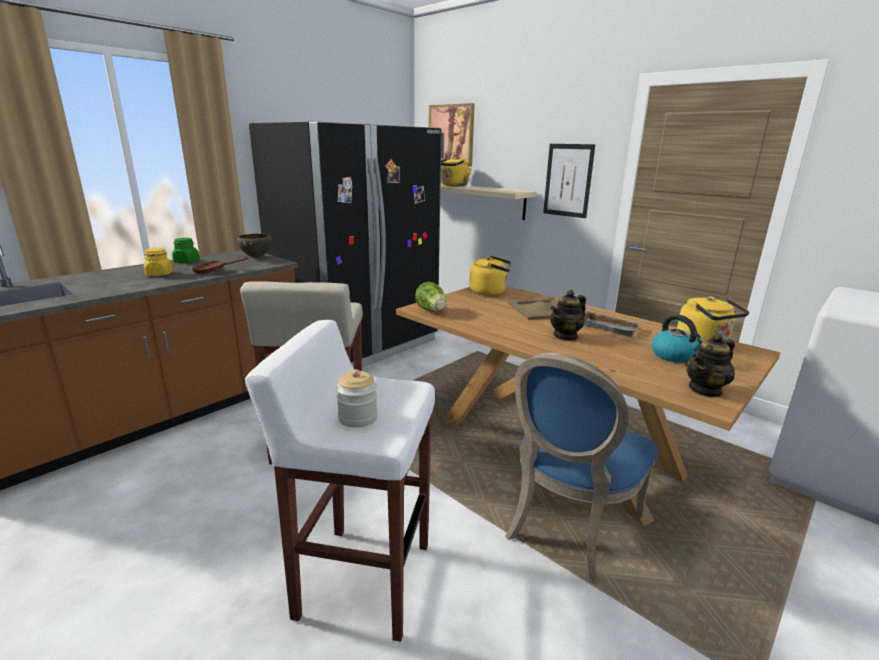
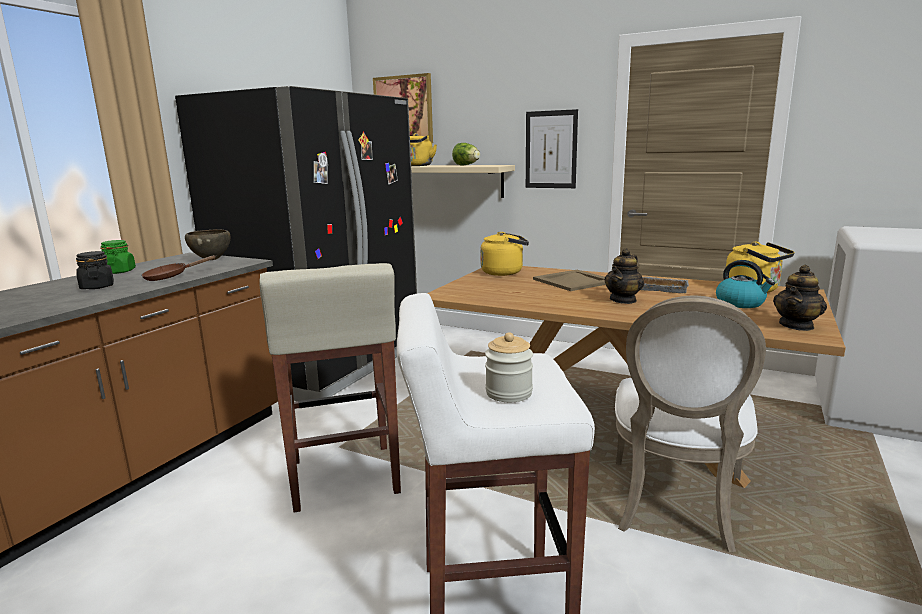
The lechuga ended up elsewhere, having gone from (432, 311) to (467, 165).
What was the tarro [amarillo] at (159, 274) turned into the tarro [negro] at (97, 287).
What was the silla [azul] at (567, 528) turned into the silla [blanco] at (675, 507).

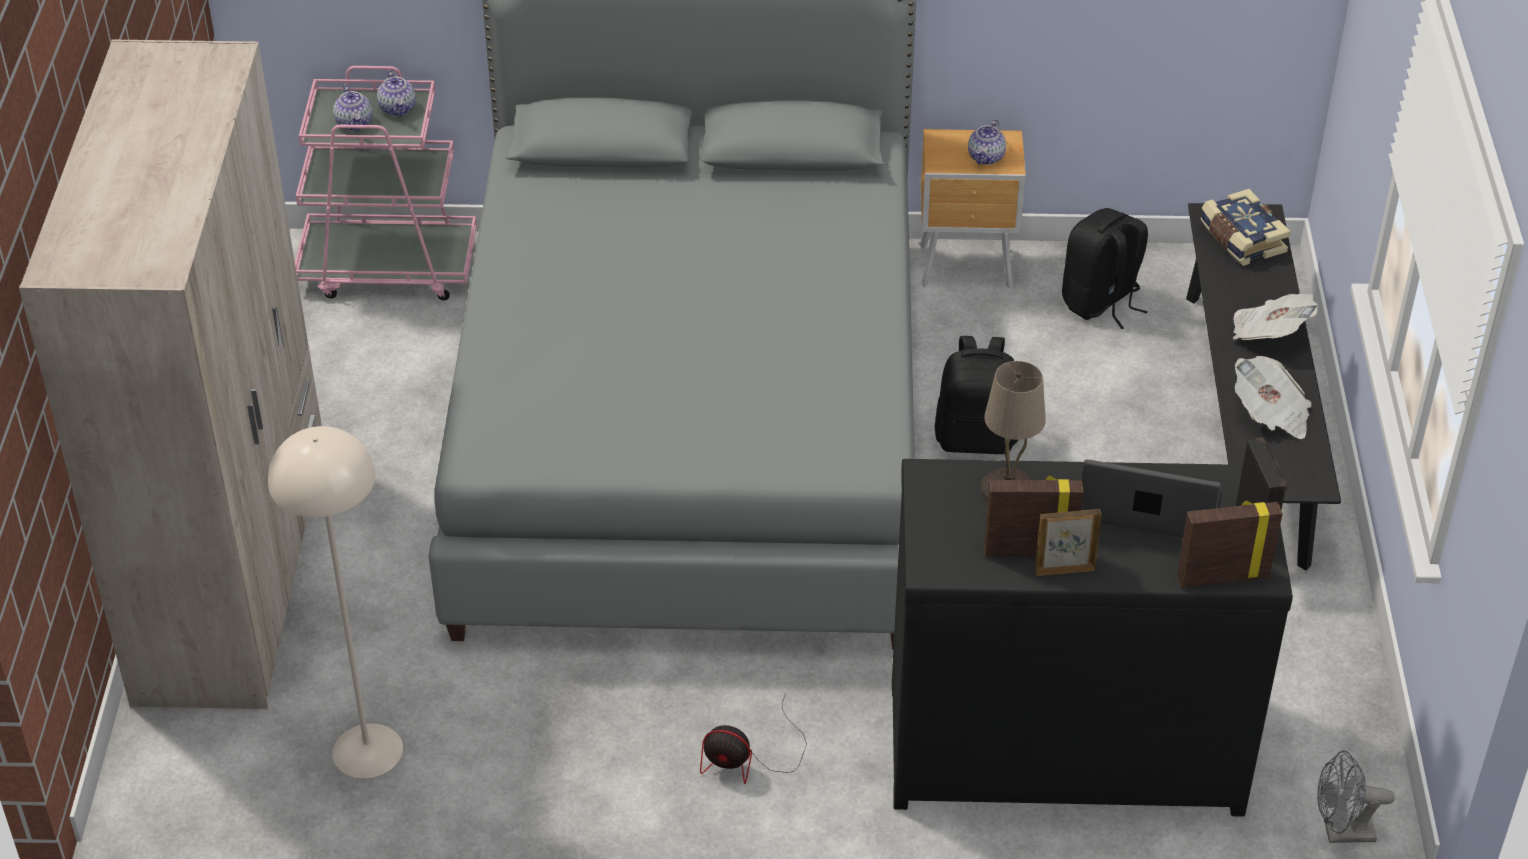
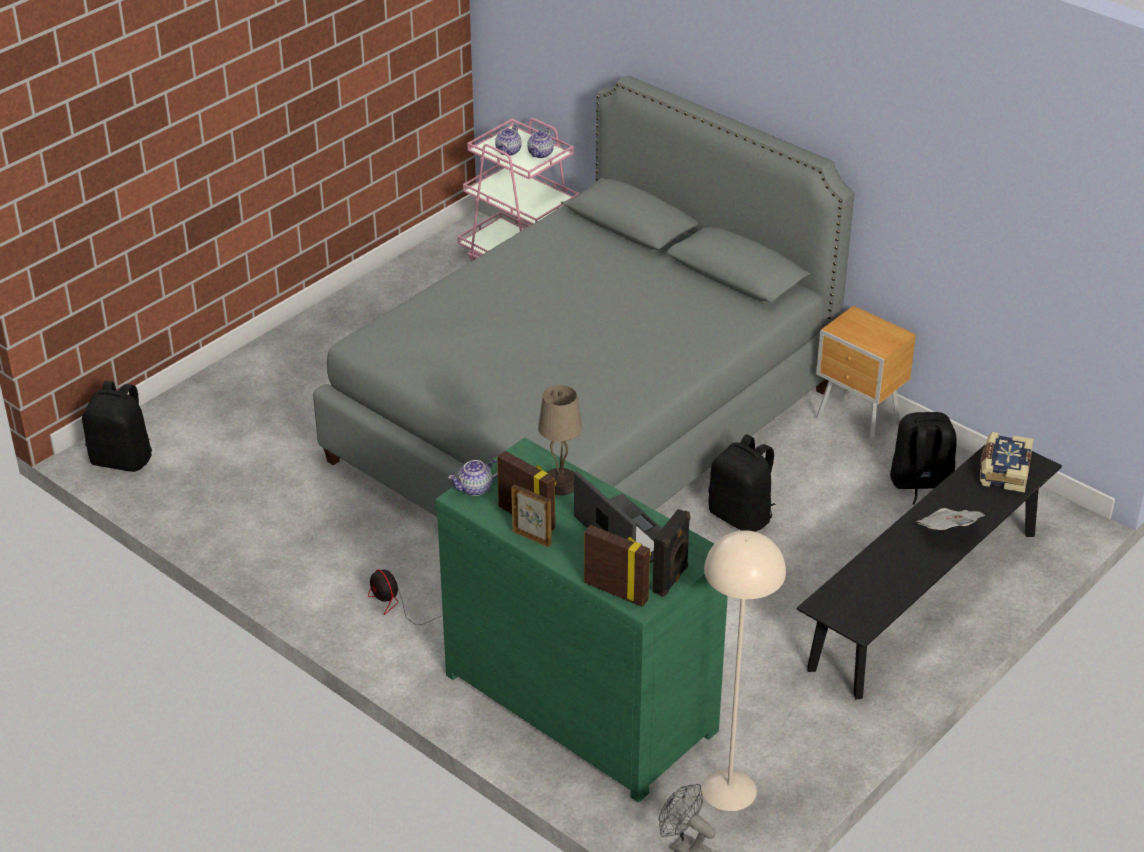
The second view lost the armario ropero [beis] at (233, 572).
The second view lost the periódico at (1270, 414).
The second view gained the mochila [negro] at (123, 459).
The lámpara de pie [beis] ended up elsewhere, having gone from (367, 750) to (729, 789).
The tetera ended up elsewhere, having gone from (986, 157) to (475, 489).
What was the cómoda [negro] at (1062, 740) turned into the cómoda [verde] at (583, 699).

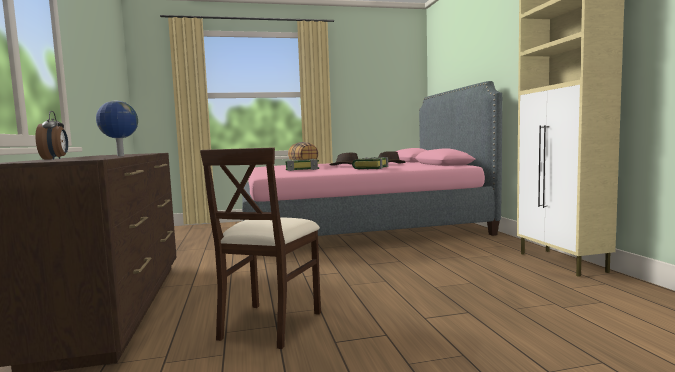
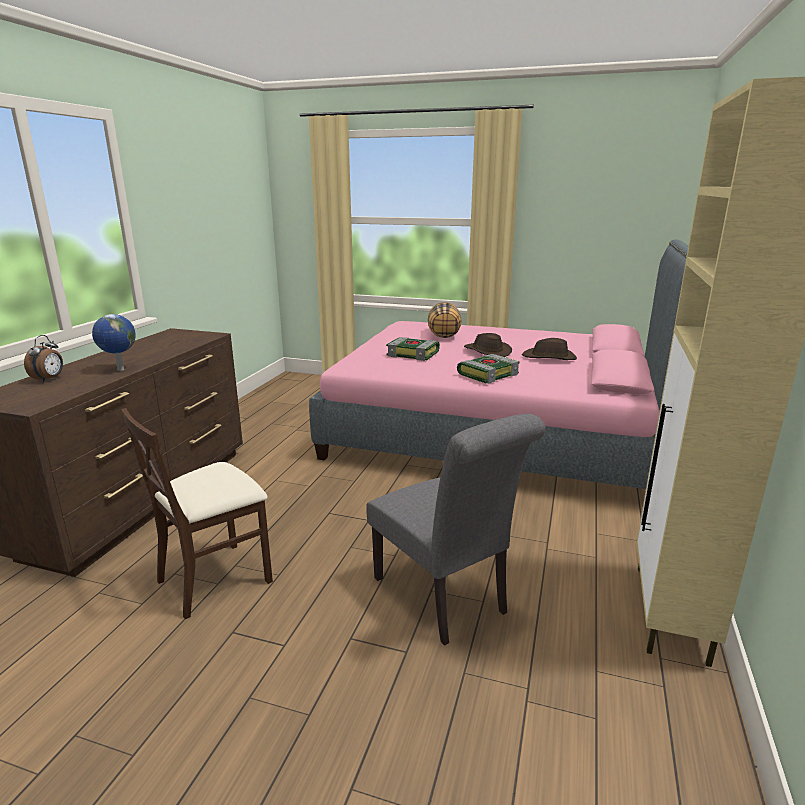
The second view gained the silla [gris] at (445, 599).

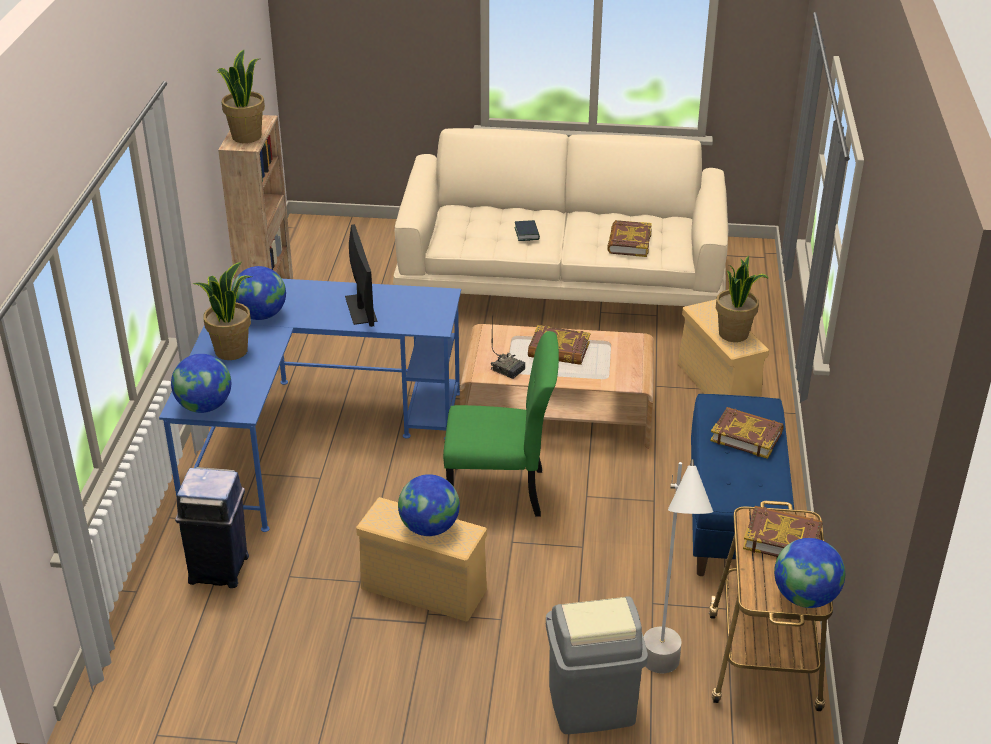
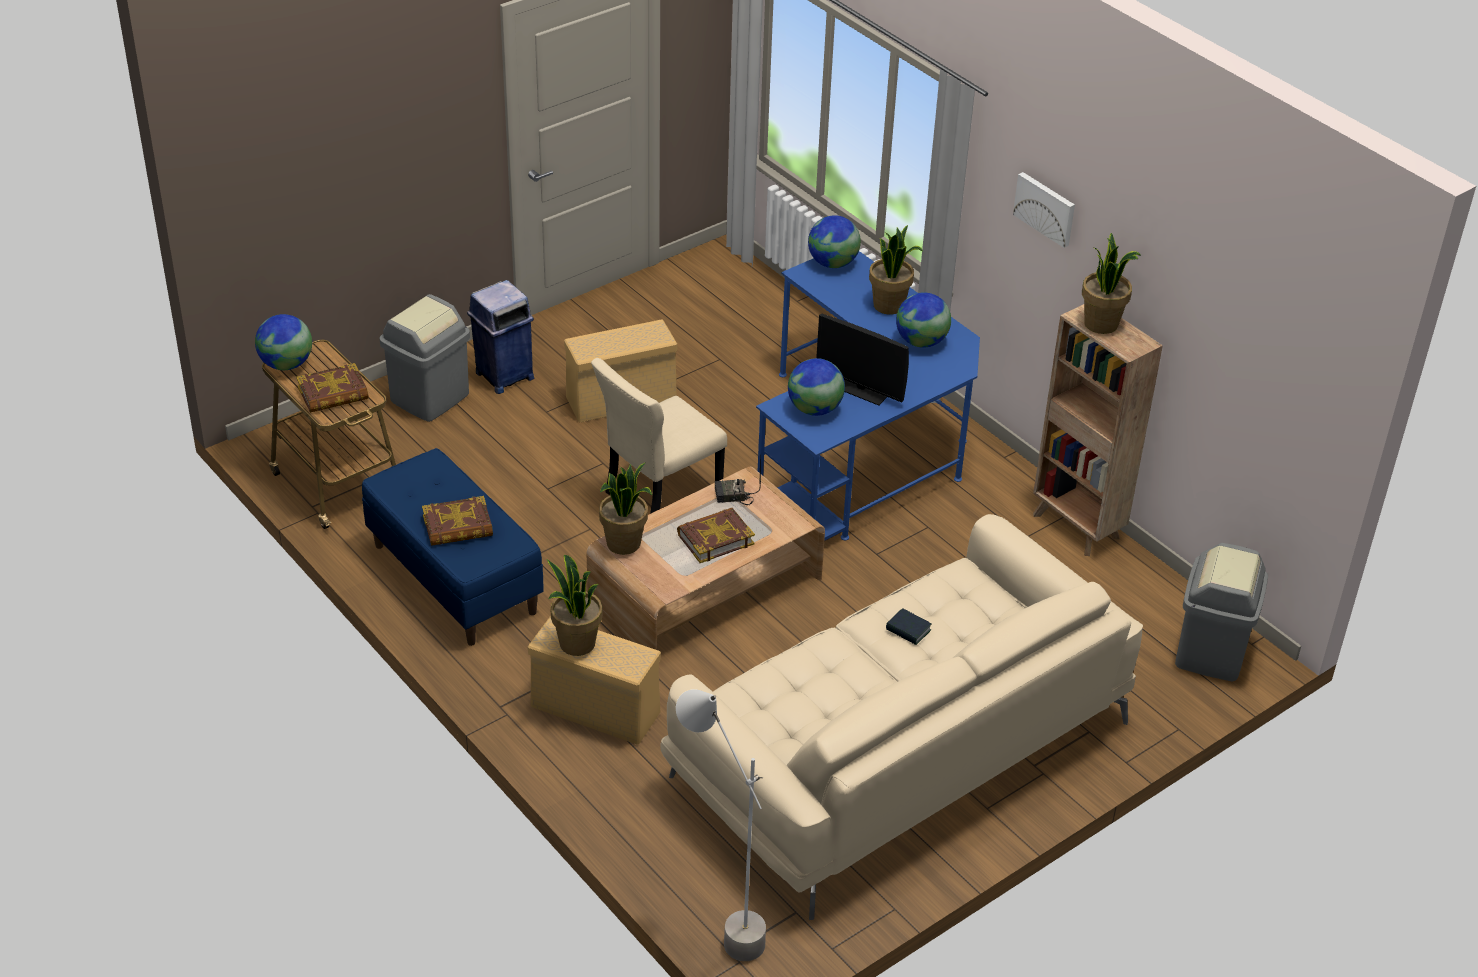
The second view lost the libro at (629, 242).
The second view gained the planta en maceta at (624, 544).
The second view gained the cuadro at (1046, 208).
The second view gained the papelera [gris] at (1211, 653).
The papelera [azul] ended up elsewhere, having gone from (220, 569) to (503, 376).
The globo terráqueo ended up elsewhere, having gone from (429, 528) to (814, 409).
The lámpara de pie [gris] ended up elsewhere, having gone from (664, 683) to (719, 924).
What was the silla [verde] at (501, 491) turned into the silla [beis] at (659, 494).

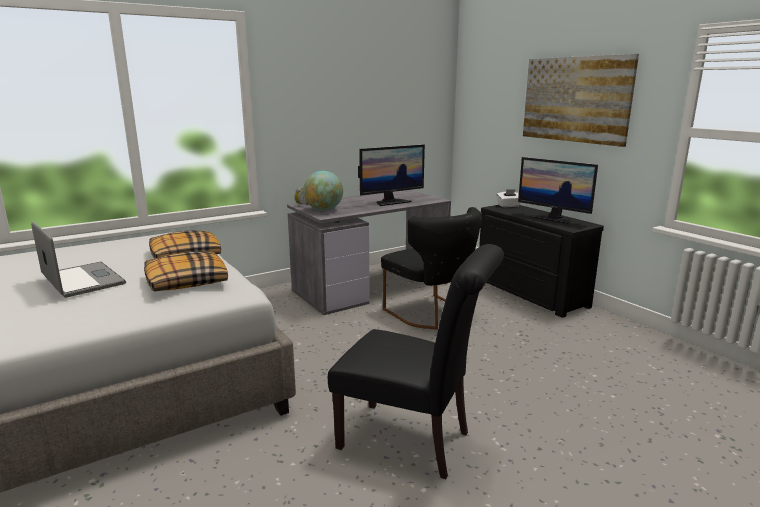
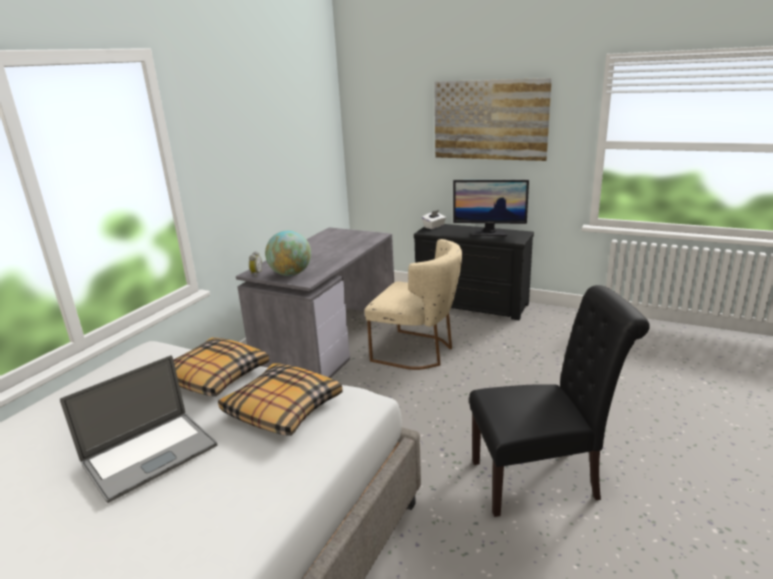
The second view lost the monitor at (391, 202).
What was the silla [negro] at (431, 314) turned into the silla [beis] at (418, 352).
The portátil at (83, 280) ended up facing another way, 120 degrees clockwise from before.

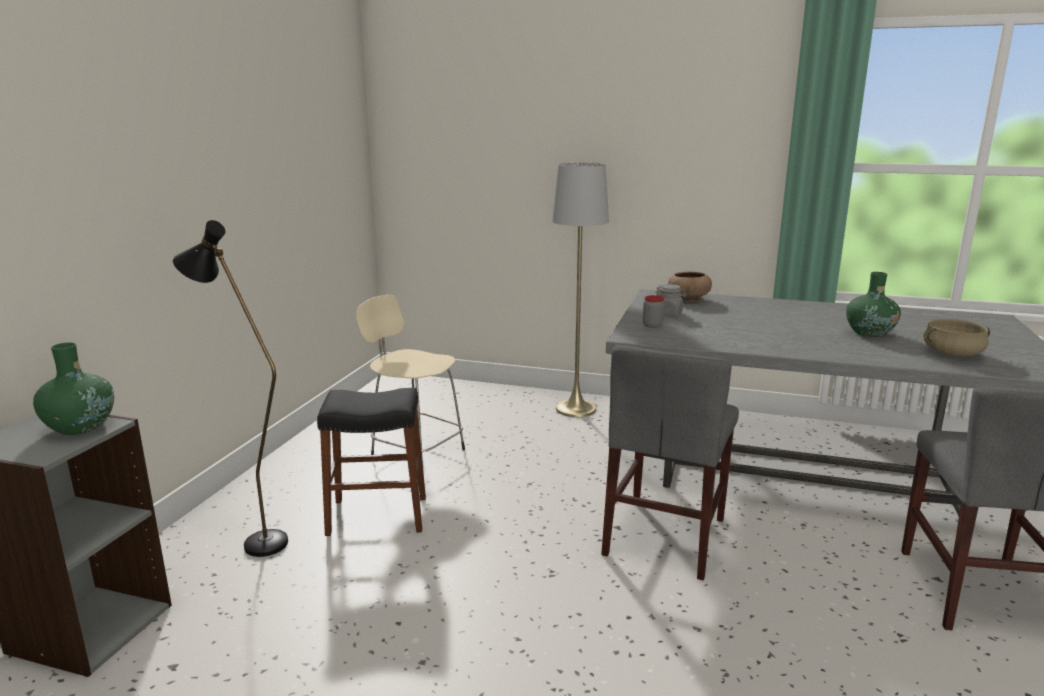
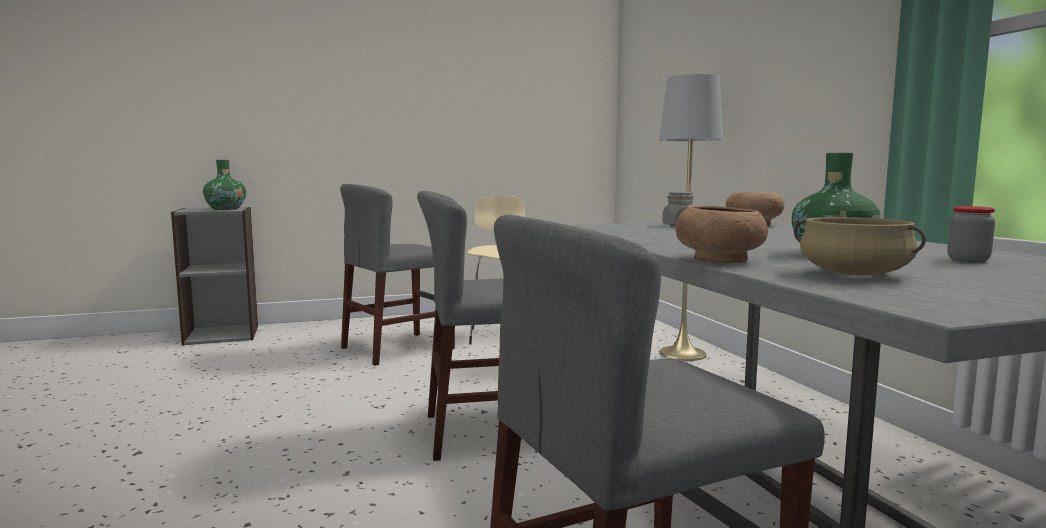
The second view lost the lámpara de pie [negro] at (254, 540).
The second view gained the cuenco [marrón] at (720, 260).
The tarro ended up elsewhere, having gone from (652, 325) to (968, 260).
Where the taburete [negro] stood at (377, 515), the silla [gris] came to stand at (398, 348).

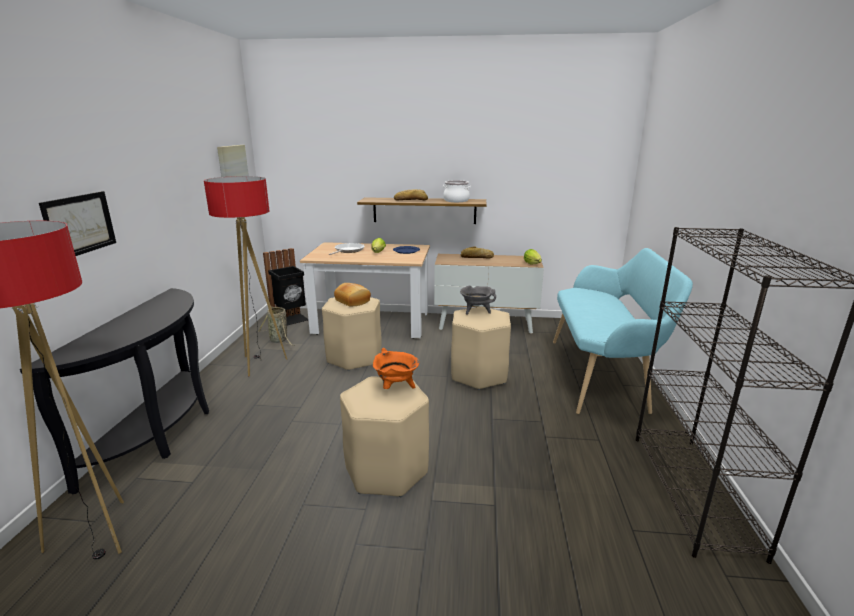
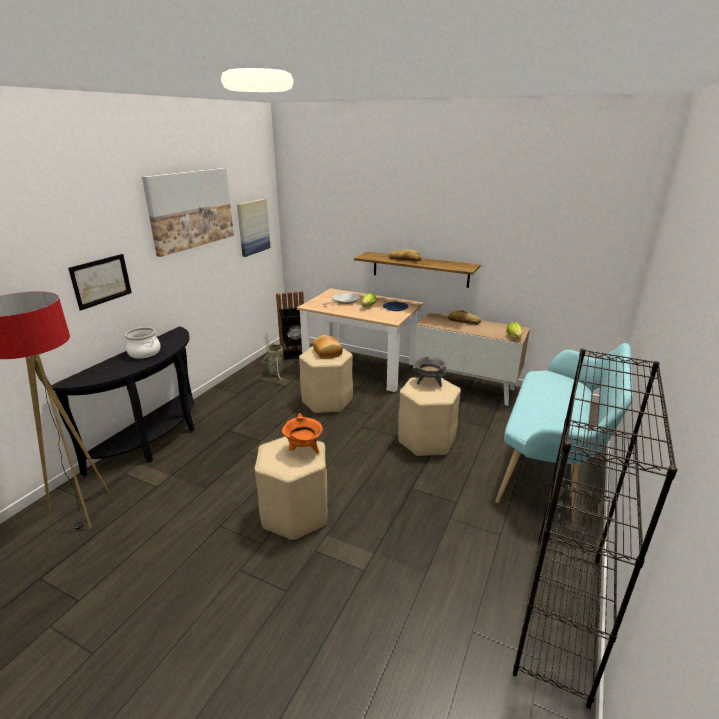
The second view lost the lámpara de pie at (260, 363).
The second view gained the cuadro at (191, 209).
The olla ended up elsewhere, having gone from (456, 200) to (144, 353).

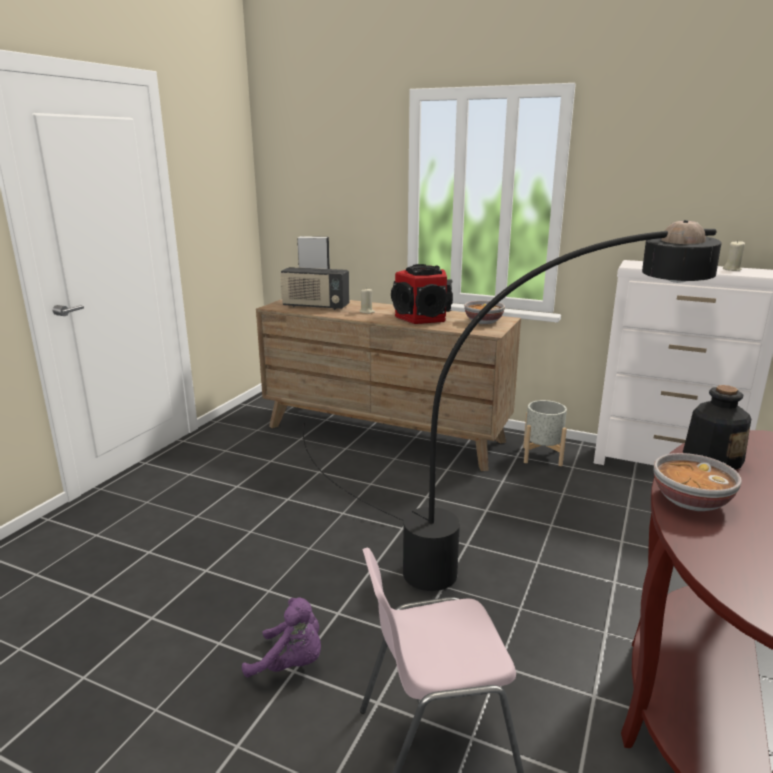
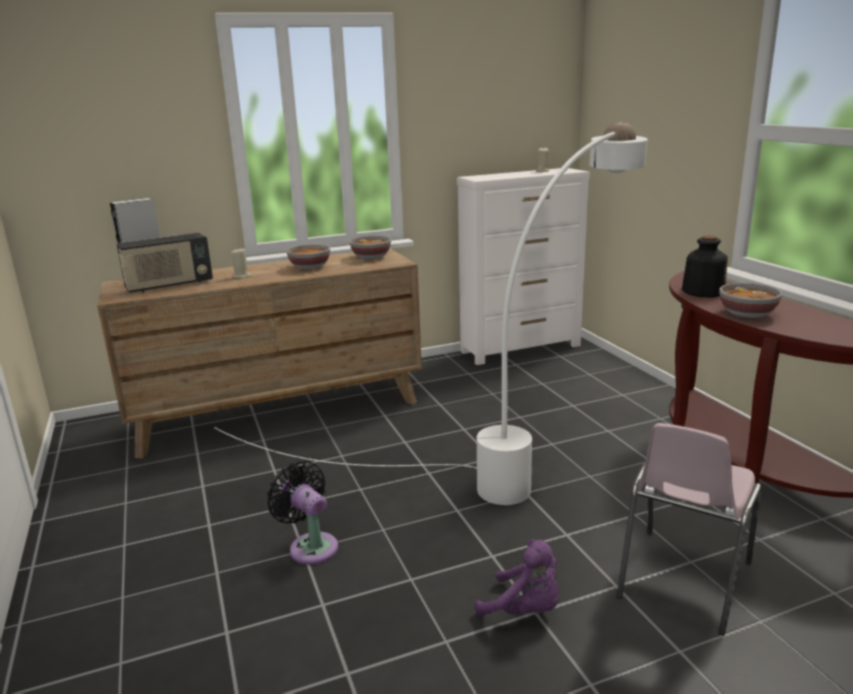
The second view lost the maceta [gris] at (542, 456).
The second view gained the ventilador [negro] at (311, 546).
Where the altavoz stood at (422, 317), the cuenco came to stand at (310, 267).
What was the lámpara de pie [negro] at (487, 552) turned into the lámpara de pie [blanco] at (514, 455).
The peluche [morado] at (291, 664) ended up facing another way, 60 degrees clockwise from before.

